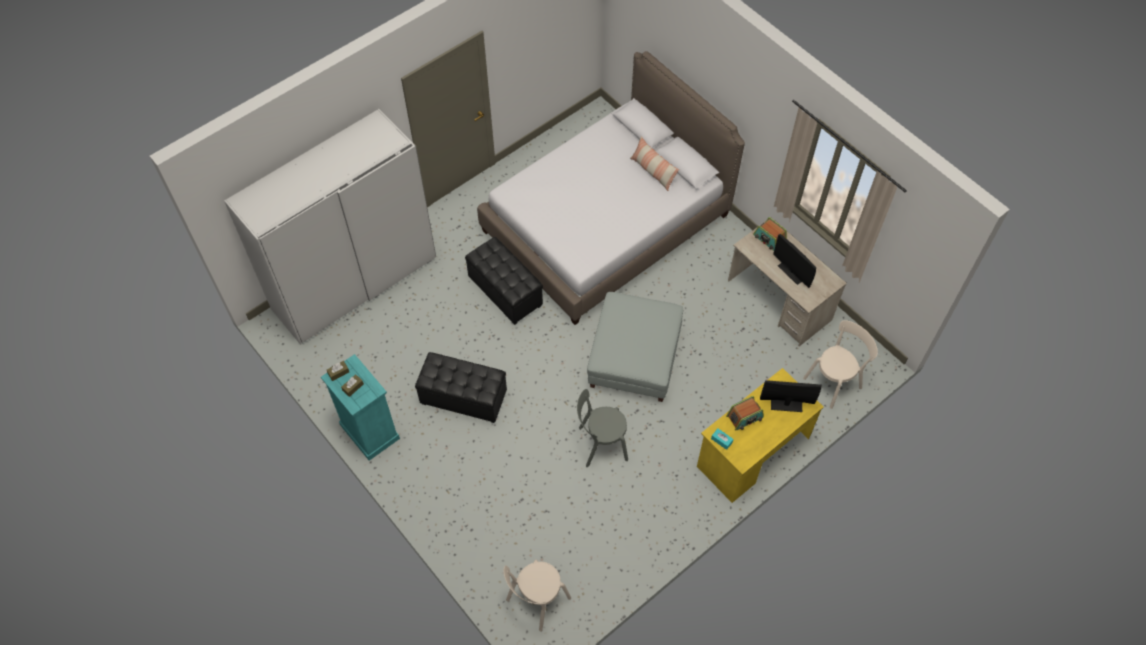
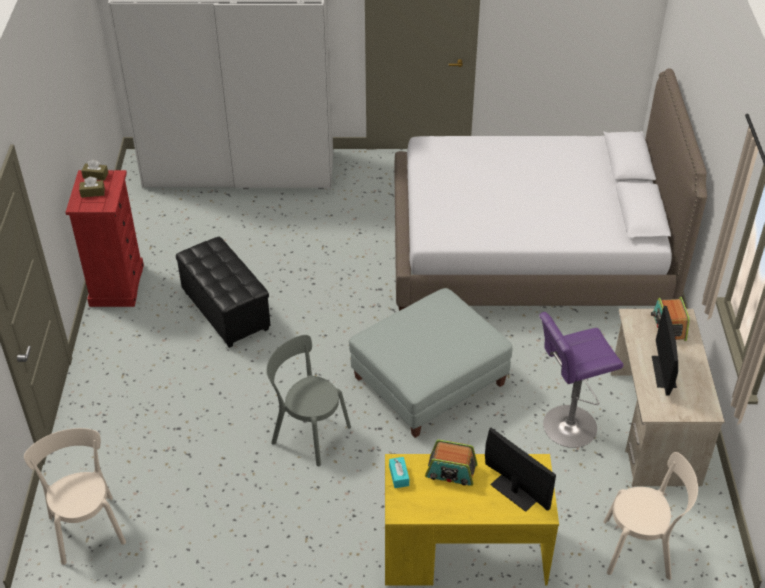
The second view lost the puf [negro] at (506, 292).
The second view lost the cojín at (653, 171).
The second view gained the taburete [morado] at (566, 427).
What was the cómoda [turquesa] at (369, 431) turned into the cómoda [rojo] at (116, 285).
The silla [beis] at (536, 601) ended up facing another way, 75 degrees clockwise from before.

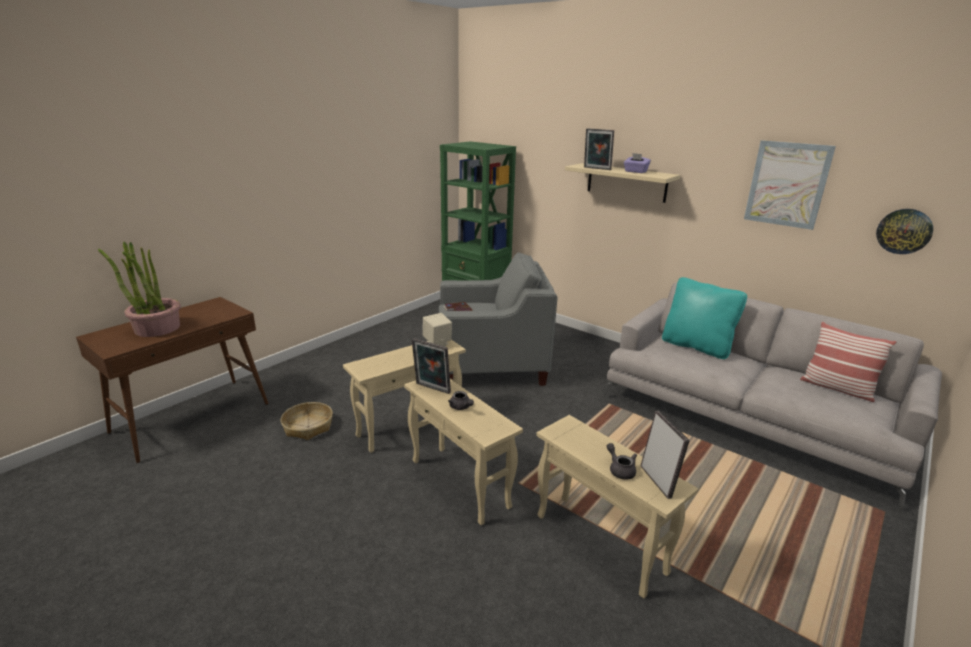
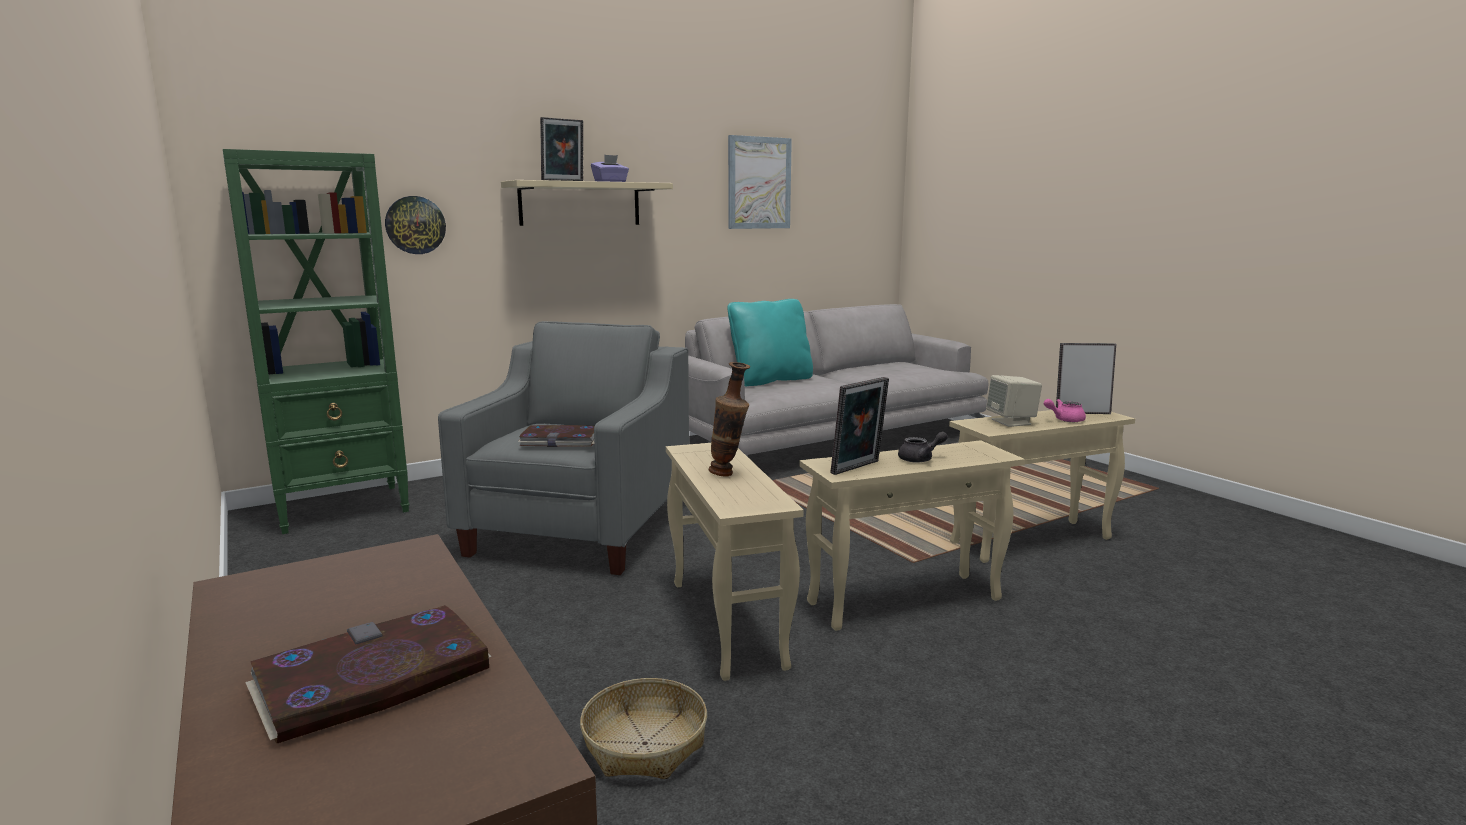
The second view lost the cojín at (837, 388).
The second view gained the florero at (729, 474).
The altavoz [beis] ended up elsewhere, having gone from (437, 343) to (1011, 422).
The reloj de pared ended up elsewhere, having gone from (904, 231) to (415, 225).
Where the planta en maceta stood at (157, 328), the libro came to stand at (372, 679).
What was the tetera [gris] at (620, 470) turned into the tetera [rosa] at (1064, 420).

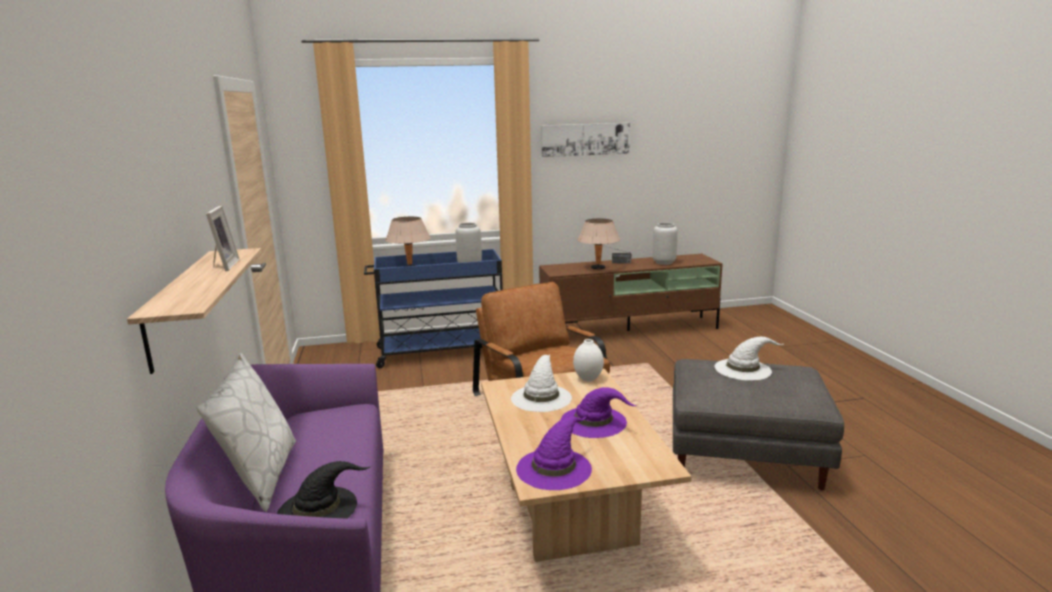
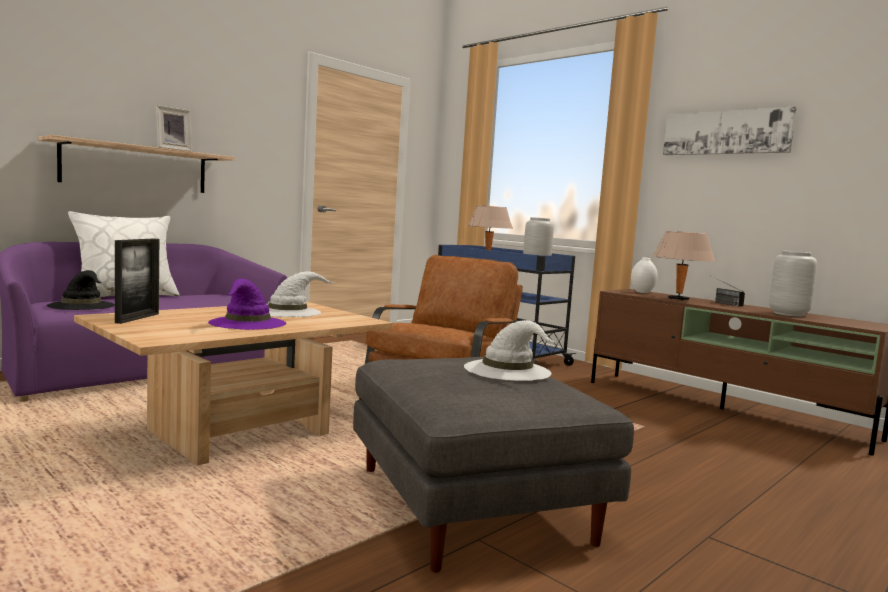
The florero [blanco] ended up elsewhere, having gone from (588, 378) to (642, 292).
Where the sombrero [morado] stood at (554, 468), the portarretratos came to stand at (137, 318).

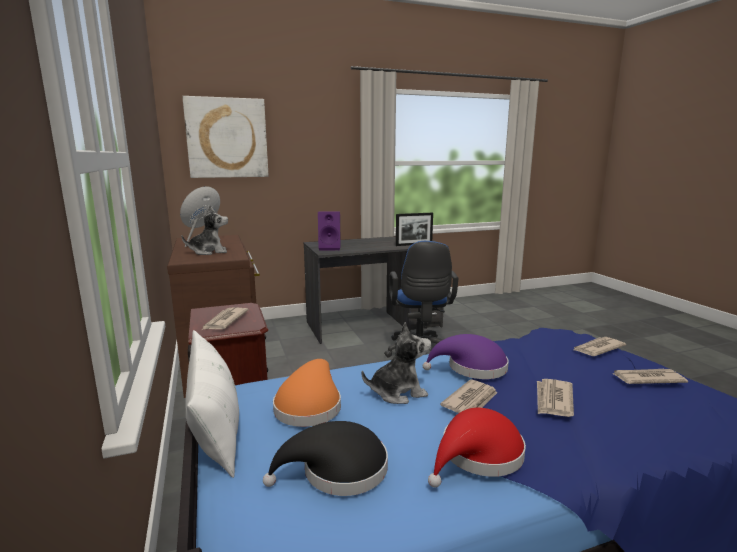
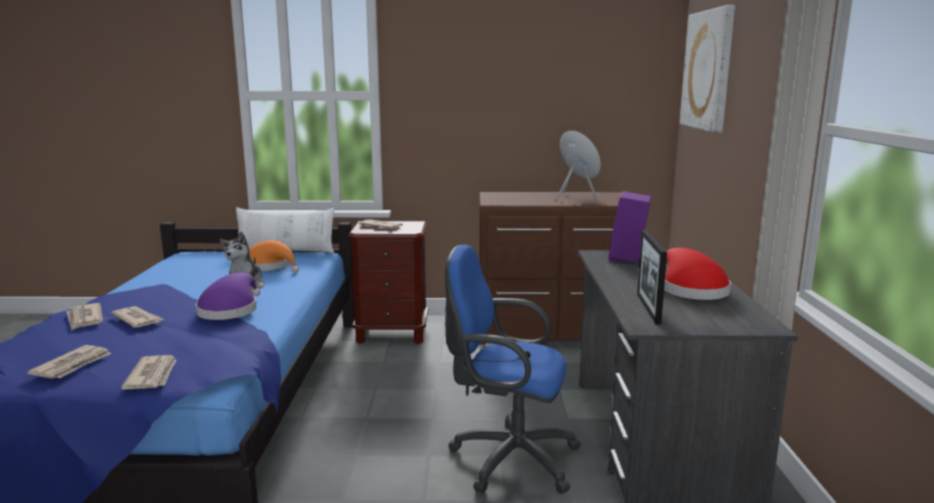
The second view lost the peluche at (209, 252).
The second view lost the sombrero [negro] at (338, 471).
The sombrero [rojo] ended up elsewhere, having gone from (478, 456) to (690, 290).
The periódico ended up elsewhere, having gone from (471, 401) to (84, 319).

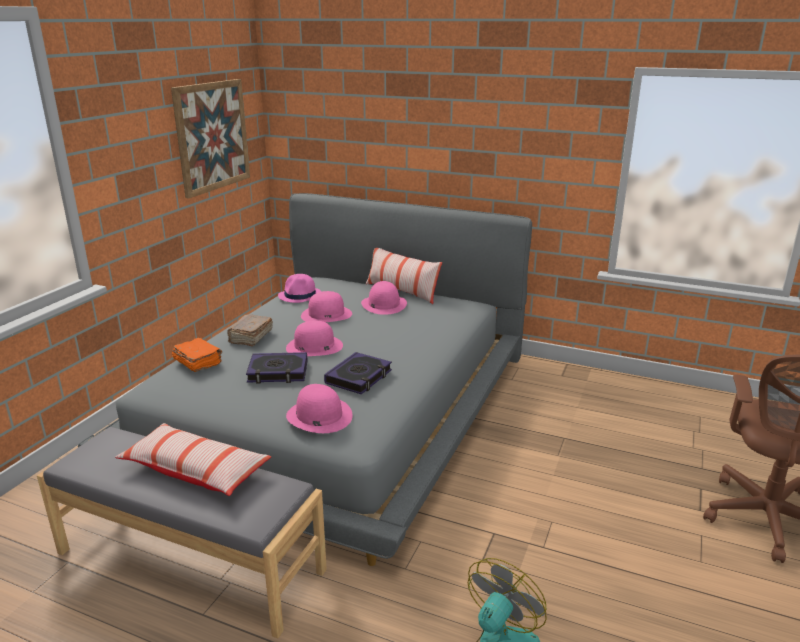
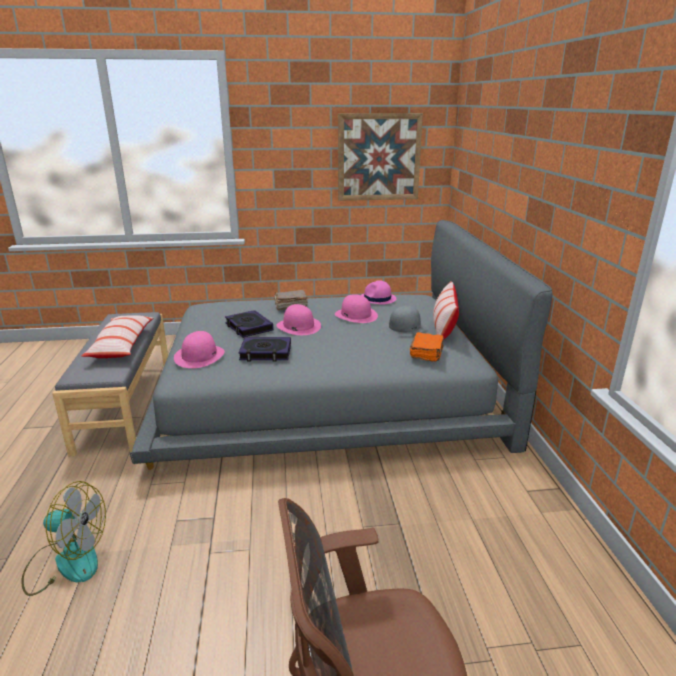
The libro [naranja] ended up elsewhere, having gone from (198, 362) to (427, 353).
What was the sombrero [rosa] at (384, 304) turned into the sombrero [gris] at (404, 327).

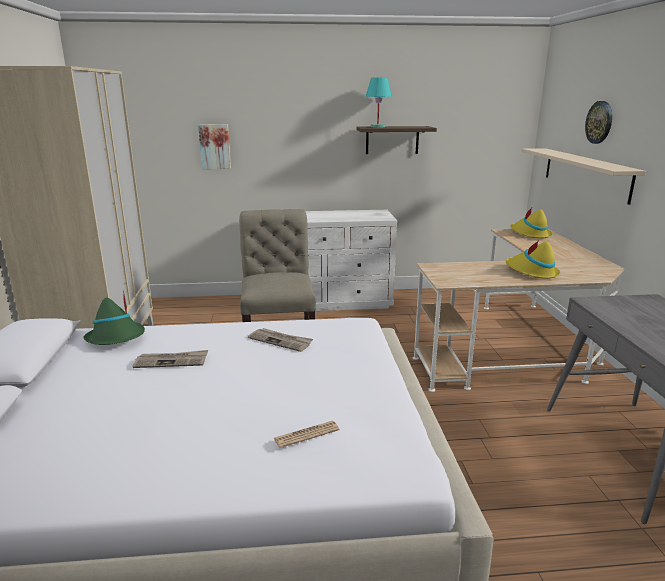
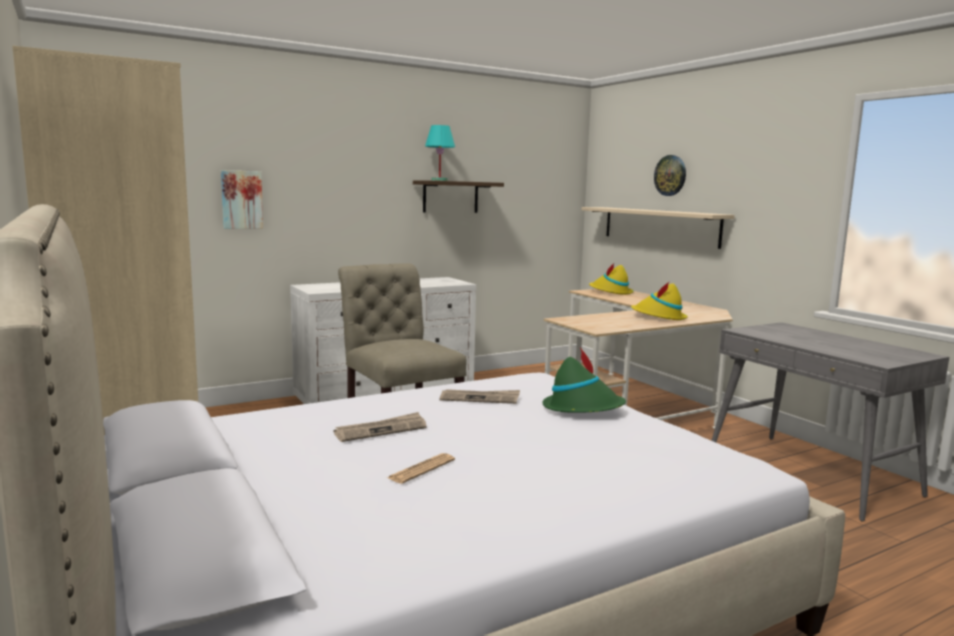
The sombrero [verde] ended up elsewhere, having gone from (116, 338) to (583, 408).
The periódico ended up elsewhere, having gone from (306, 434) to (421, 469).

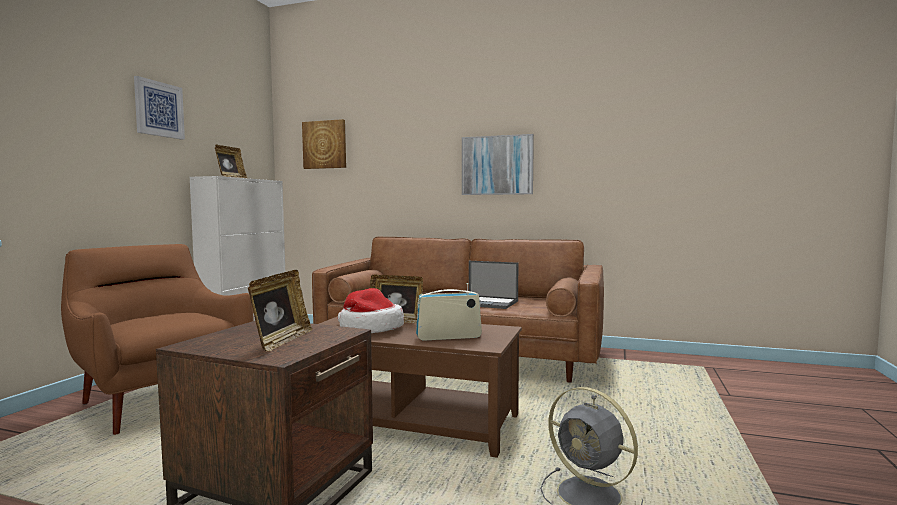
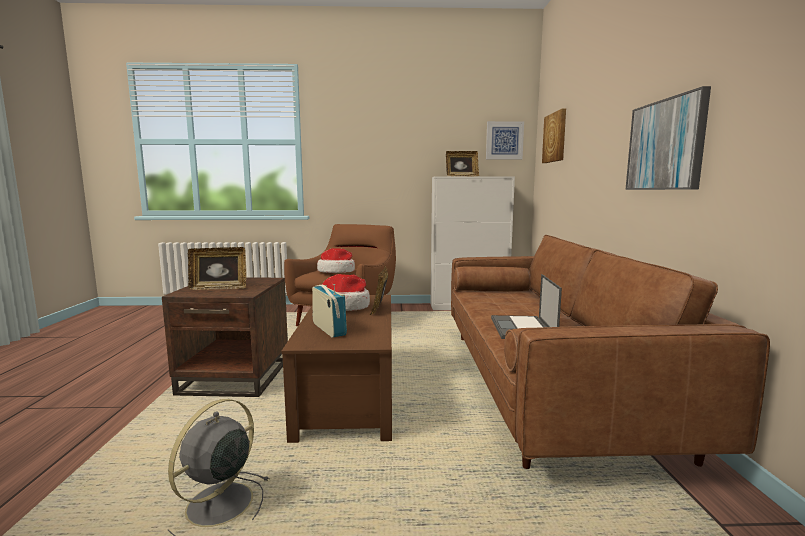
The second view gained the sombrero at (336, 271).
The cuadro ended up elsewhere, having gone from (159, 109) to (504, 140).

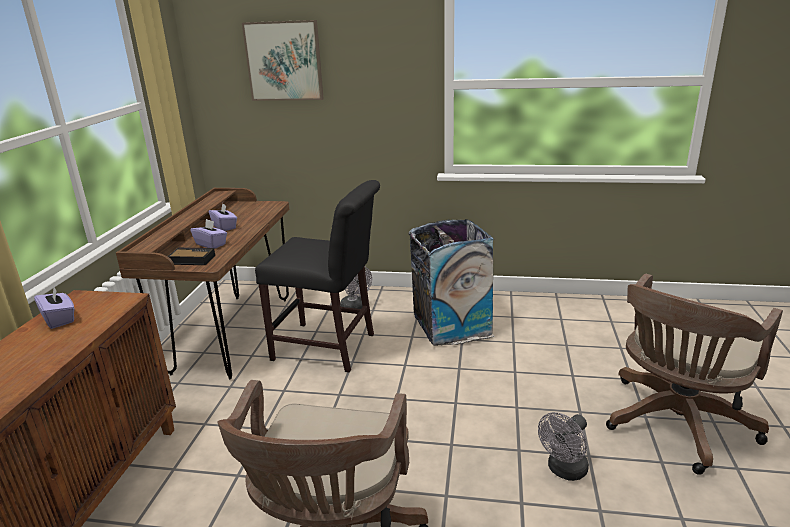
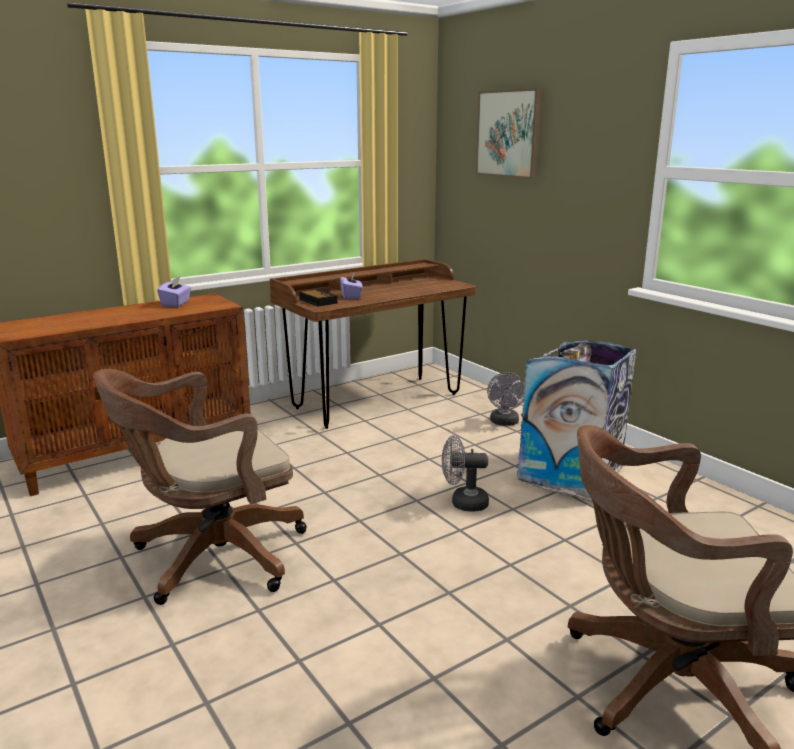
The second view lost the caja de pañuelos [morado] at (225, 227).
The second view lost the silla [negro] at (329, 348).
The ventilador [gris] ended up elsewhere, having gone from (564, 471) to (463, 503).

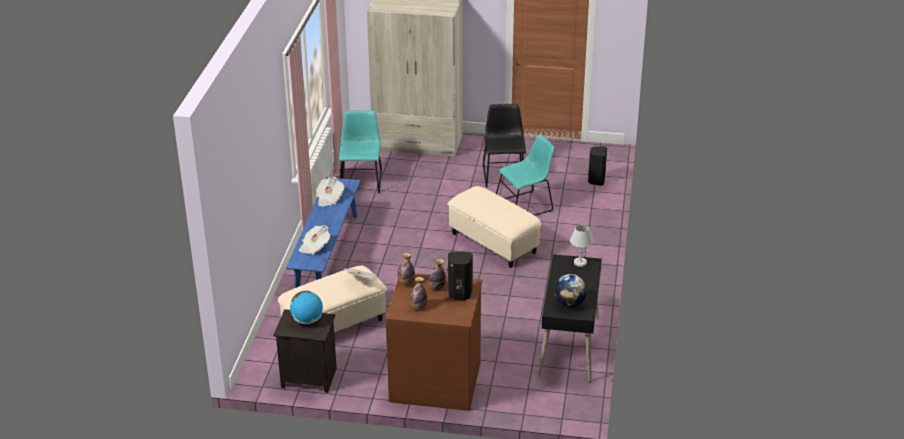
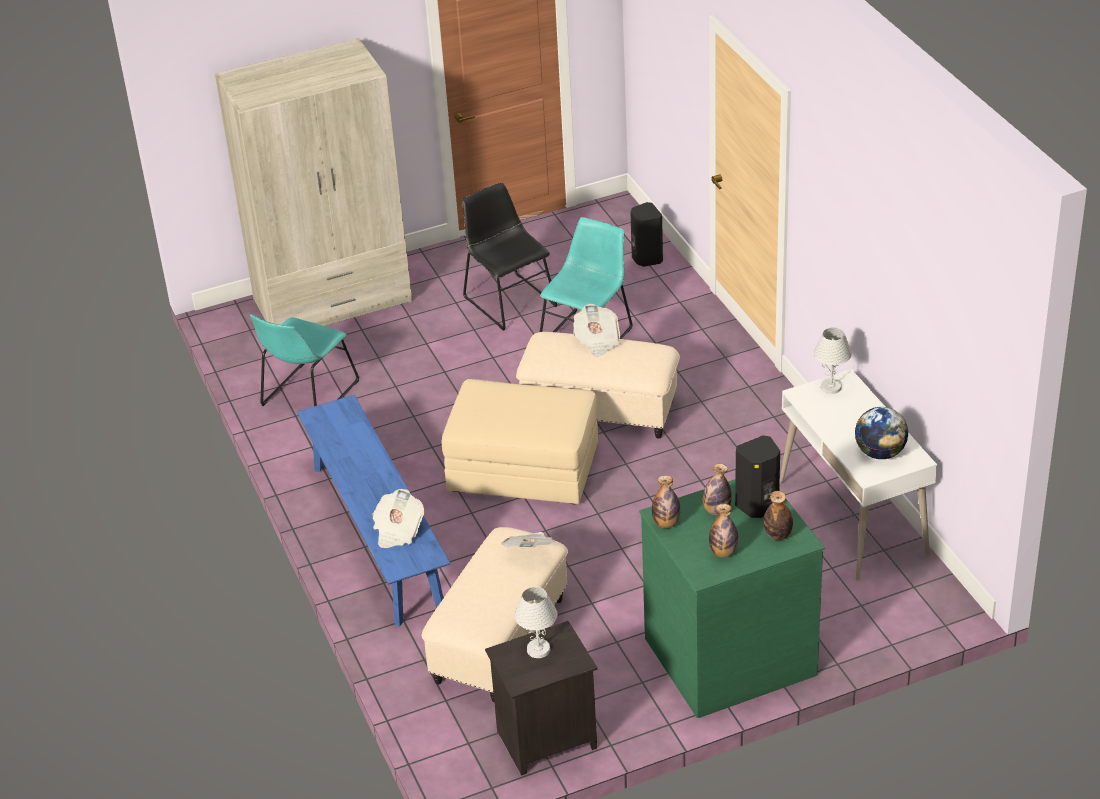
The second view gained the puf [beis] at (522, 469).
The second view gained the botella at (778, 535).
The periódico ended up elsewhere, having gone from (329, 199) to (597, 341).
Where the globo terráqueo stood at (307, 320), the lámpara de mesa [blanco] came to stand at (538, 650).
What was the cómoda [marrón] at (435, 381) turned into the cómoda [verde] at (729, 654).
What was the escritorio [negro] at (569, 347) turned into the escritorio [blanco] at (853, 518).
The silla [turquesa] at (361, 180) ended up facing another way, 120 degrees counterclockwise from before.

